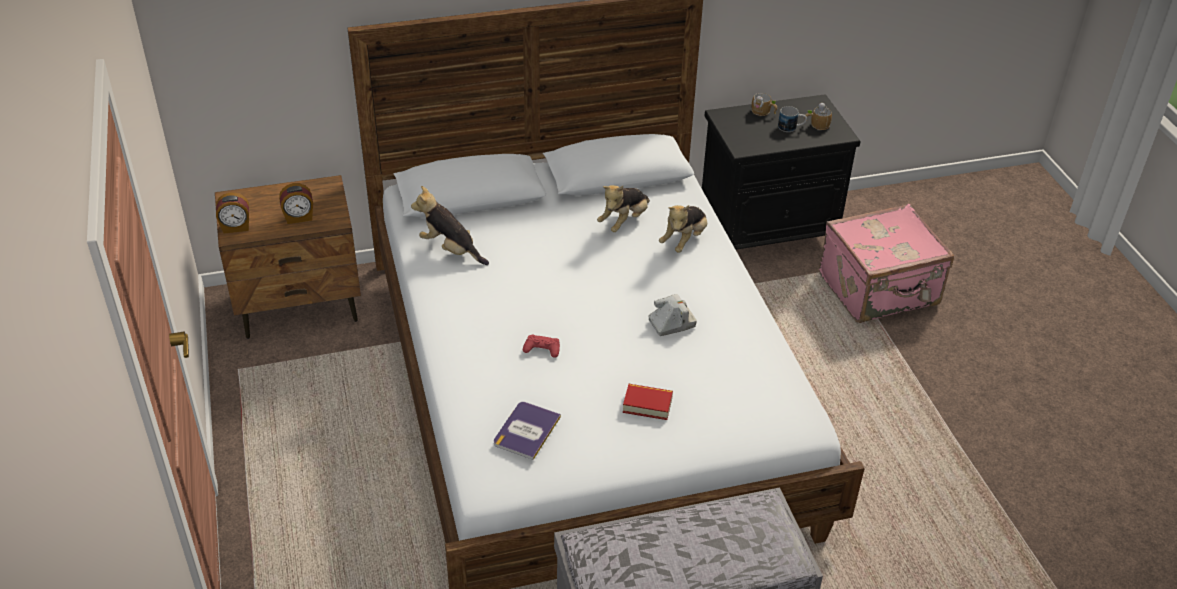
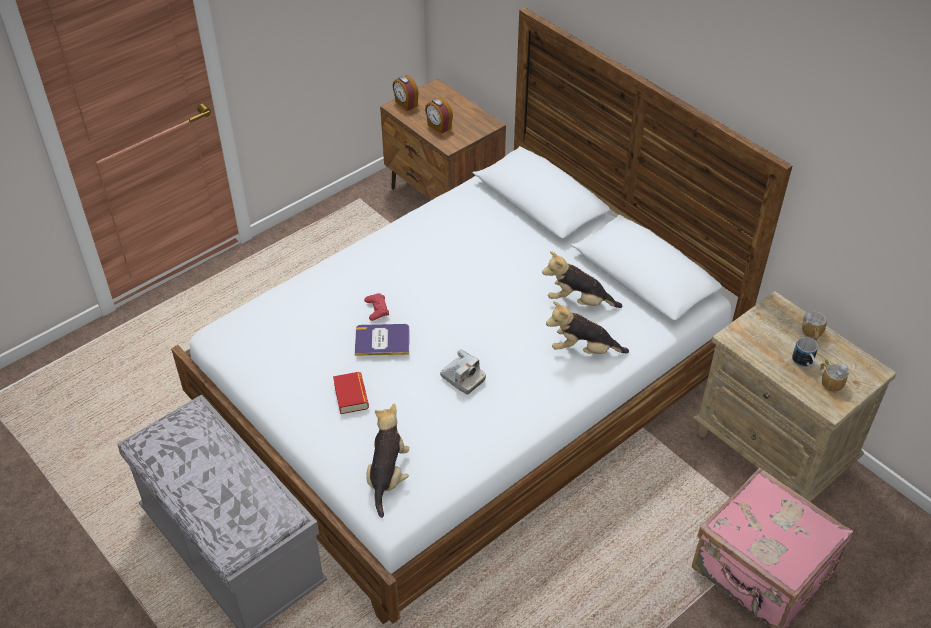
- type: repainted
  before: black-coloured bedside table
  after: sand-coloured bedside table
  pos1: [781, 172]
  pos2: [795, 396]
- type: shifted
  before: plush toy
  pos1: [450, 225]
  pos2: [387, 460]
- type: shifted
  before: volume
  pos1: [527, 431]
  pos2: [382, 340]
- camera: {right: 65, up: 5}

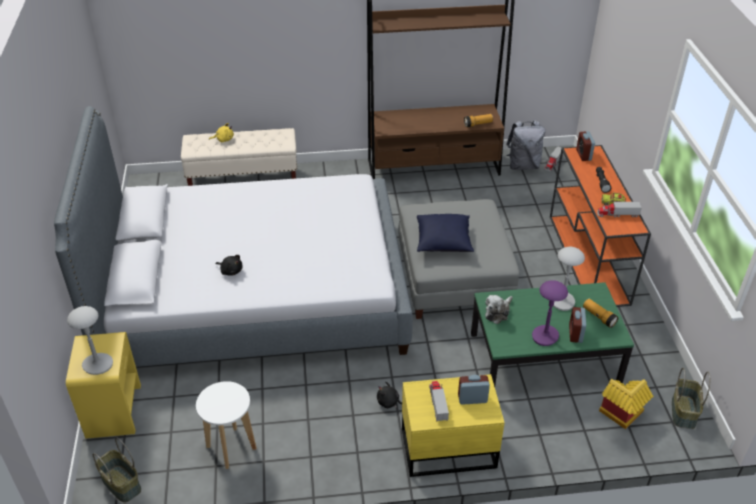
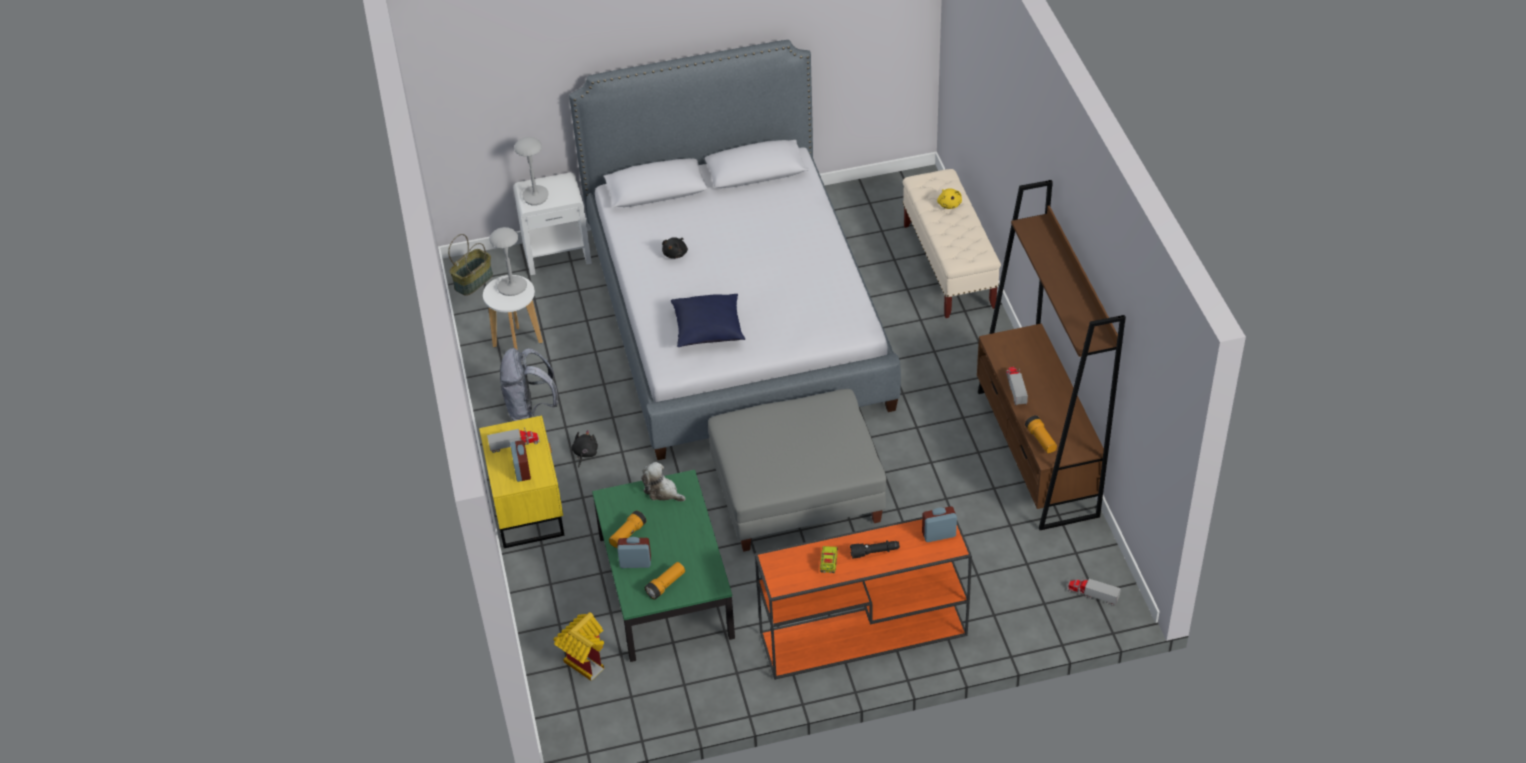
- type: shifted
  before: gray rucksack
  pos1: [525, 145]
  pos2: [529, 384]
- type: shifted
  before: model truck
  pos1: [619, 209]
  pos2: [1017, 386]
- type: shifted
  before: bluish cushion
  pos1: [445, 233]
  pos2: [708, 320]
- type: shifted
  before: gray tabletop lamp
  pos1: [569, 279]
  pos2: [508, 261]
- type: swapped
  before: purple-coloured tabletop lamp
  after: hand torch
  pos1: [550, 313]
  pos2: [628, 529]
- type: repainted
  before: yellowish bedside table
  after: white bedside table
  pos1: [103, 385]
  pos2: [552, 223]
- type: gone
  before: basket
  pos1: [691, 398]
- camera: {right: 85, up: 5}

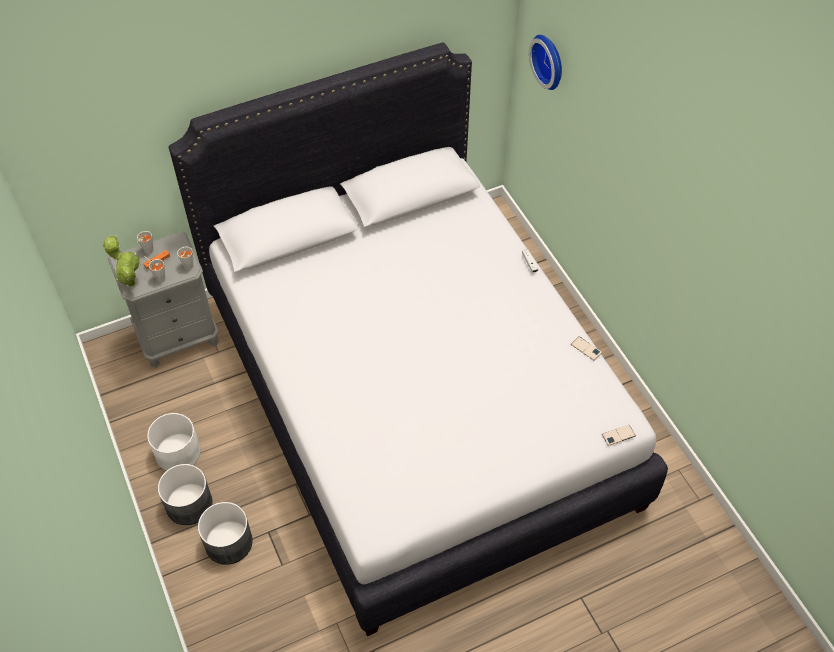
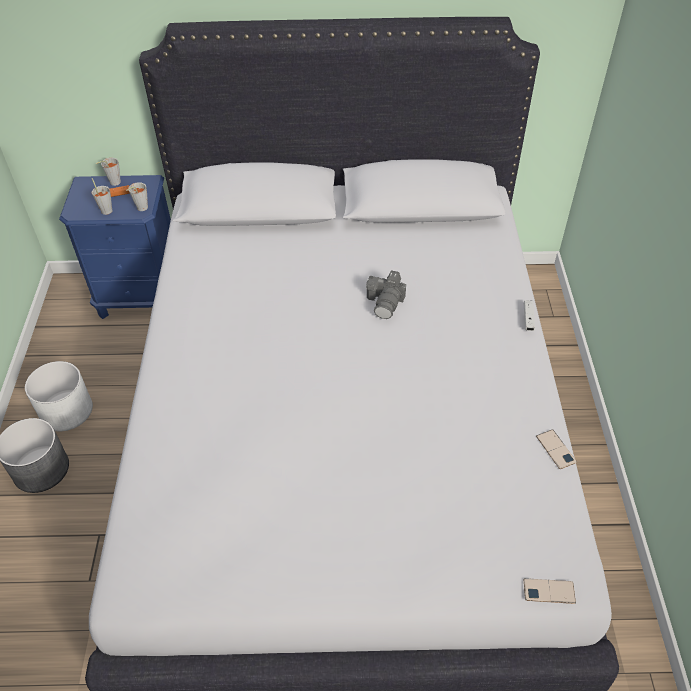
- type: gone
  before: clock on the wall
  pos1: [545, 62]
- type: repainted
  before: gray bedside table
  after: bluish bedside table
  pos1: [163, 300]
  pos2: [115, 247]
- type: gone
  before: potted plant
  pos1: [121, 261]
- type: gone
  before: gray planter
  pos1: [225, 533]
- type: new
  after: photo camera
  pos2: [386, 294]
- camera: {right: 25, up: -5}

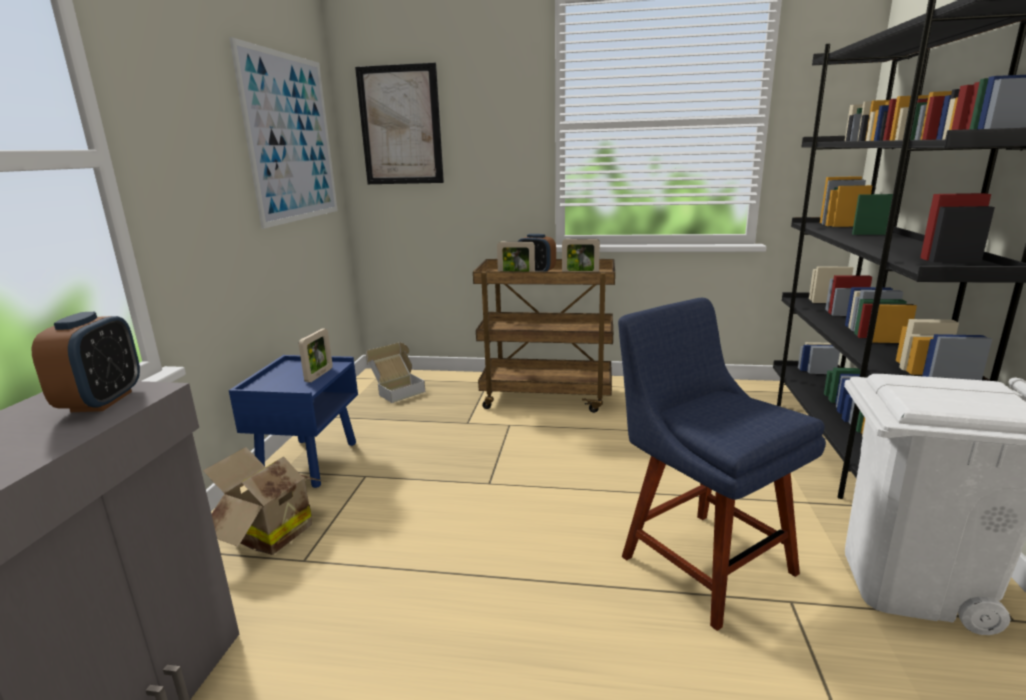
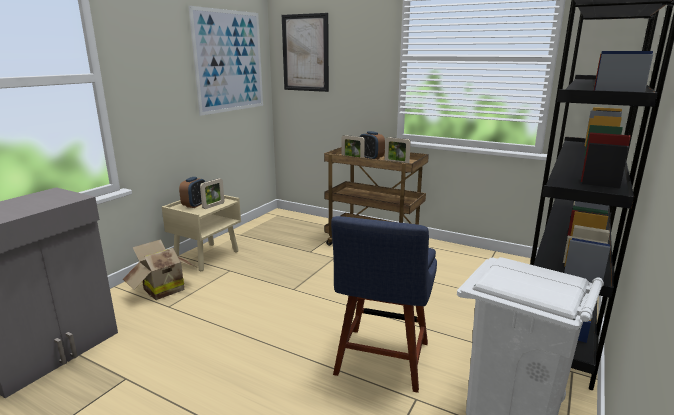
- type: rotated
  before: bluish upright chair
  pos1: [722, 464]
  pos2: [384, 304]
  turn: -150
- type: shifted
  before: alarm clock
  pos1: [86, 362]
  pos2: [192, 192]
- type: gone
  before: carton
  pos1: [395, 372]
- type: repainted
  before: bluish bedside table
  after: sand-coloured bedside table
  pos1: [293, 421]
  pos2: [201, 233]
- camera: {right: 20, up: 0}

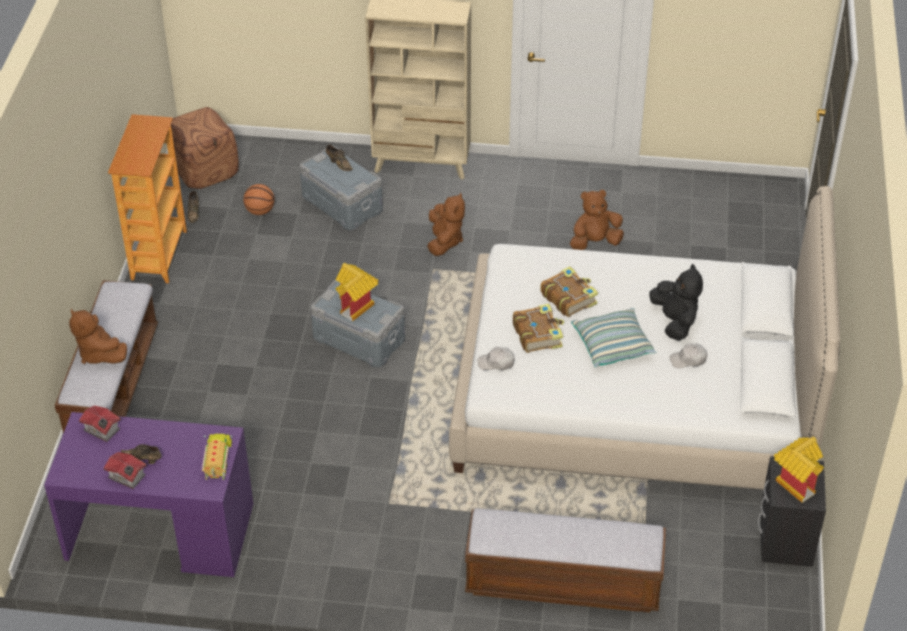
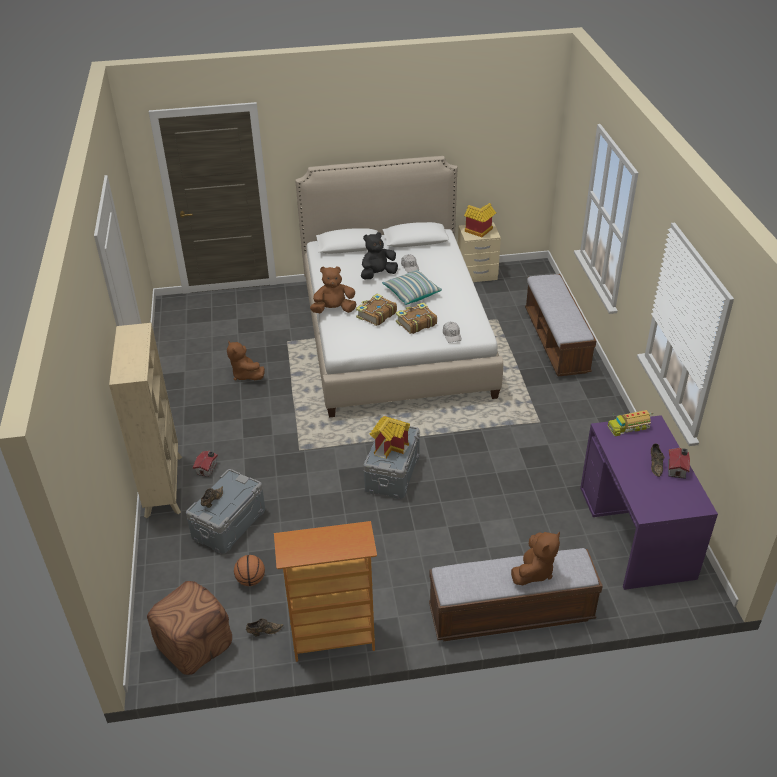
- type: shifted
  before: brown plush toy
  pos1: [446, 224]
  pos2: [333, 289]
- type: shifted
  before: miniature house
  pos1: [100, 423]
  pos2: [205, 463]
- type: repainted
  before: black-coloured bedside table
  after: sand-coloured bedside table
  pos1: [792, 511]
  pos2: [479, 252]
- camera: {right: -105, up: -5}

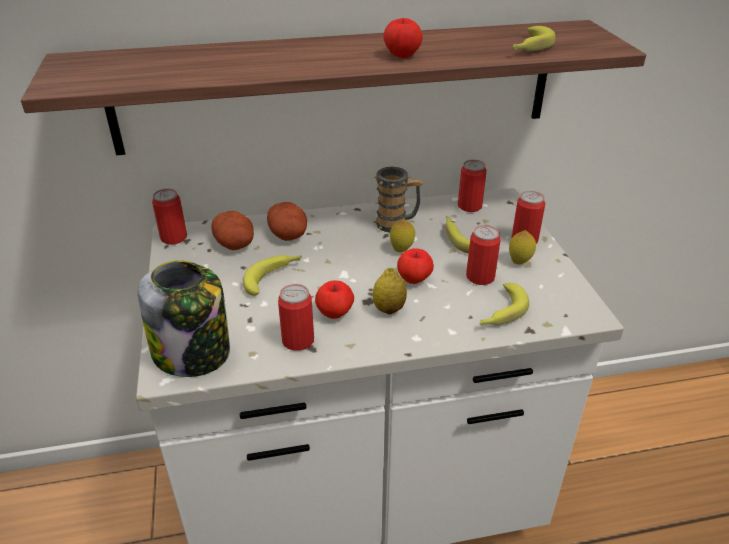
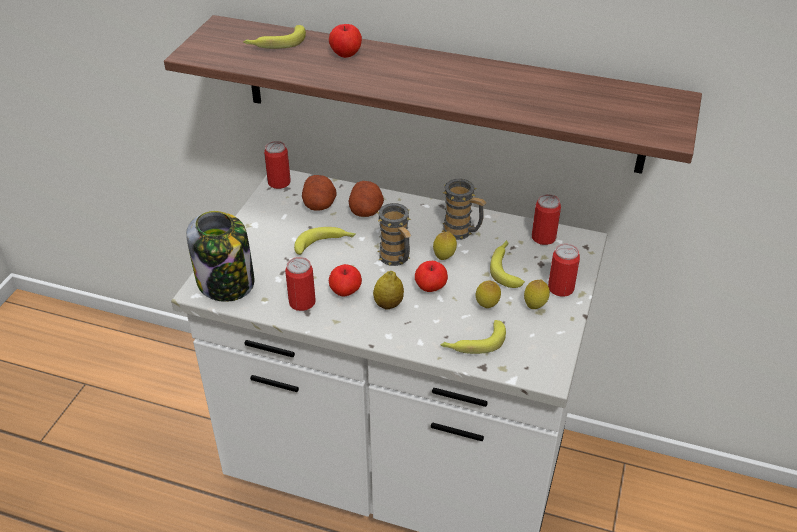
- type: shifted
  before: whole apple
  pos1: [403, 38]
  pos2: [345, 41]
- type: shifted
  before: banana
  pos1: [534, 38]
  pos2: [274, 37]
- type: swapped
  before: sealed can
  after: citrus fruit
  pos1: [483, 255]
  pos2: [488, 294]
- type: new
  after: tea mug
  pos2: [393, 234]
- camera: {right: 30, up: 5}

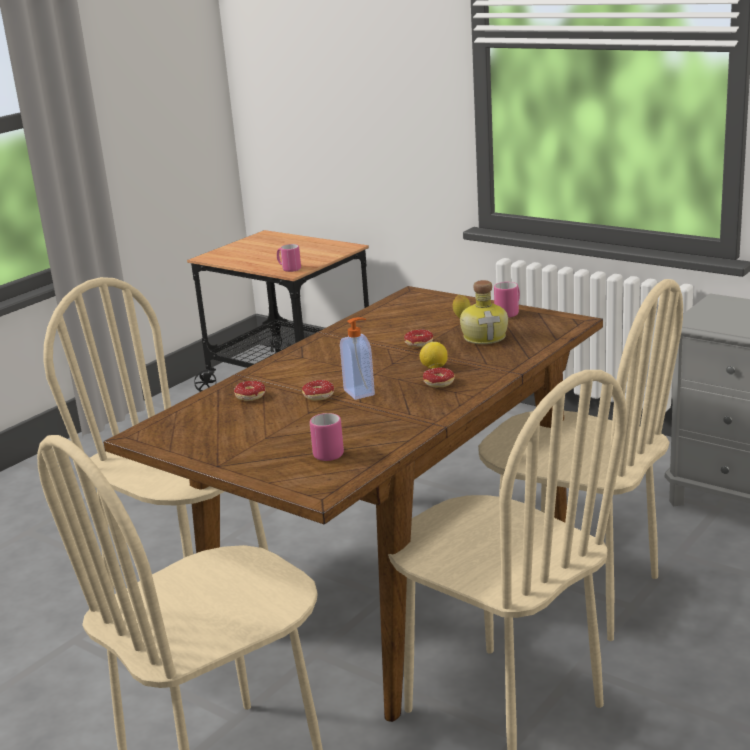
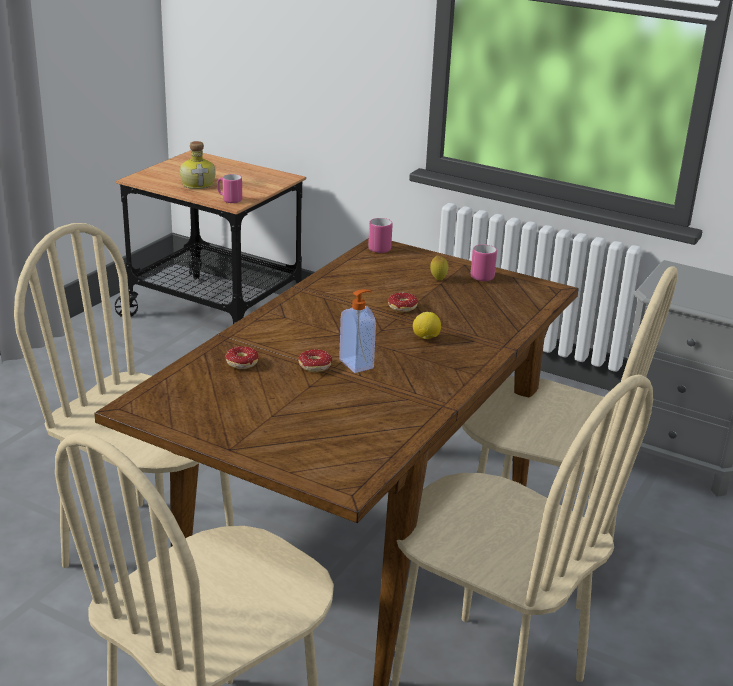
- type: shifted
  before: beverage bottle
  pos1: [484, 312]
  pos2: [198, 165]
- type: gone
  before: doughnut
  pos1: [439, 377]
- type: shifted
  before: pink tea mug
  pos1: [327, 437]
  pos2: [380, 235]
- camera: {right: -10, up: 5}

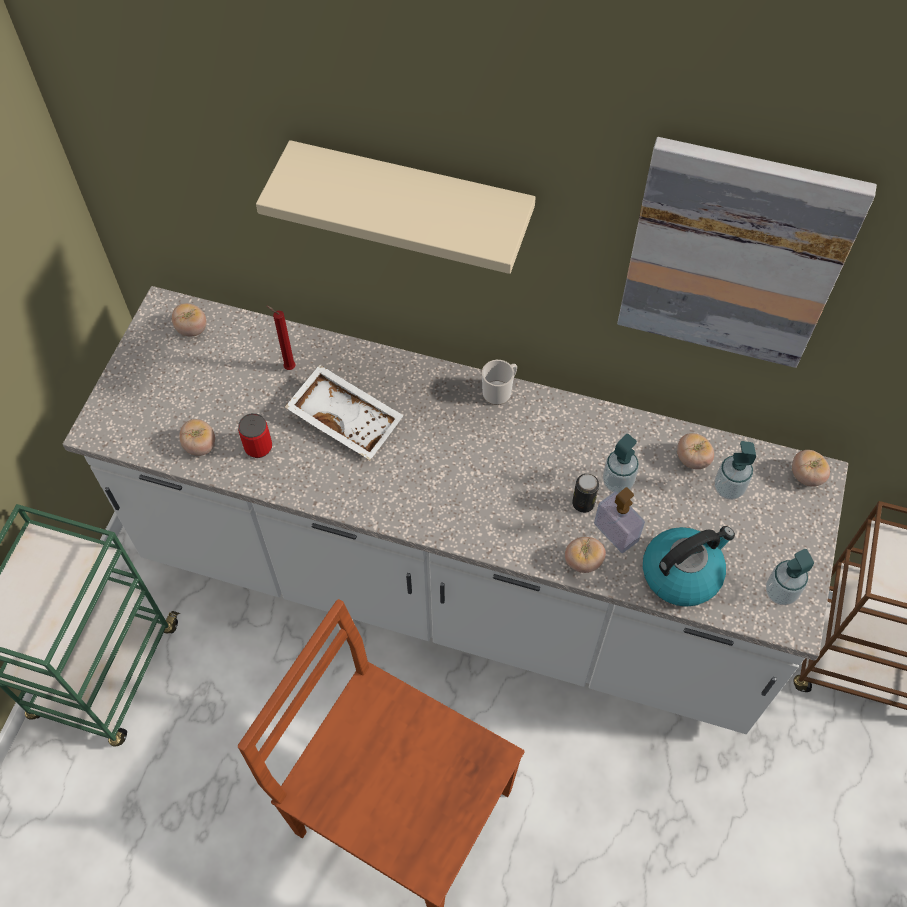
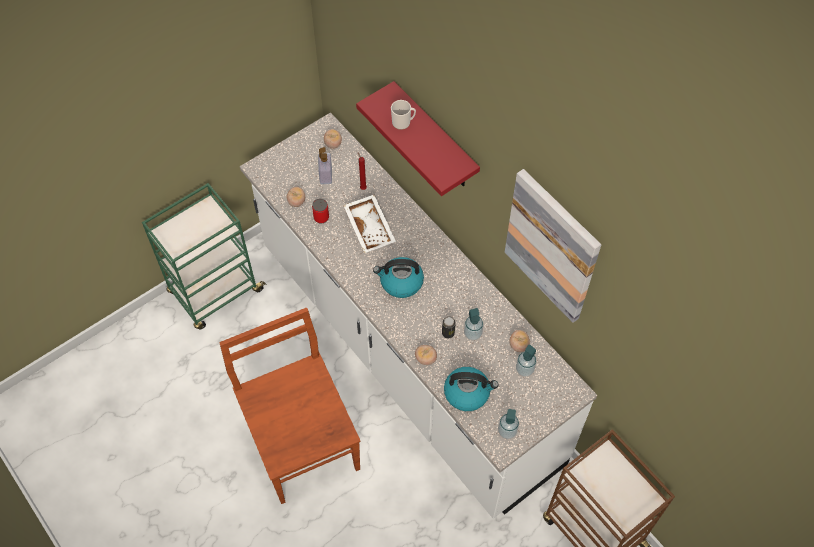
- type: repainted
  before: sand-coloured bracket shelf
  after: red-coloured bracket shelf
  pos1: [396, 207]
  pos2: [418, 138]
- type: shifted
  before: tea mug
  pos1: [499, 382]
  pos2: [403, 115]
- type: gone
  before: fresh tomato
  pos1: [811, 468]
- type: shifted
  before: soap dispenser
  pos1: [619, 520]
  pos2: [325, 165]
- type: new
  after: tea kettle
  pos2: [398, 277]
- camera: {right: 35, up: 0}

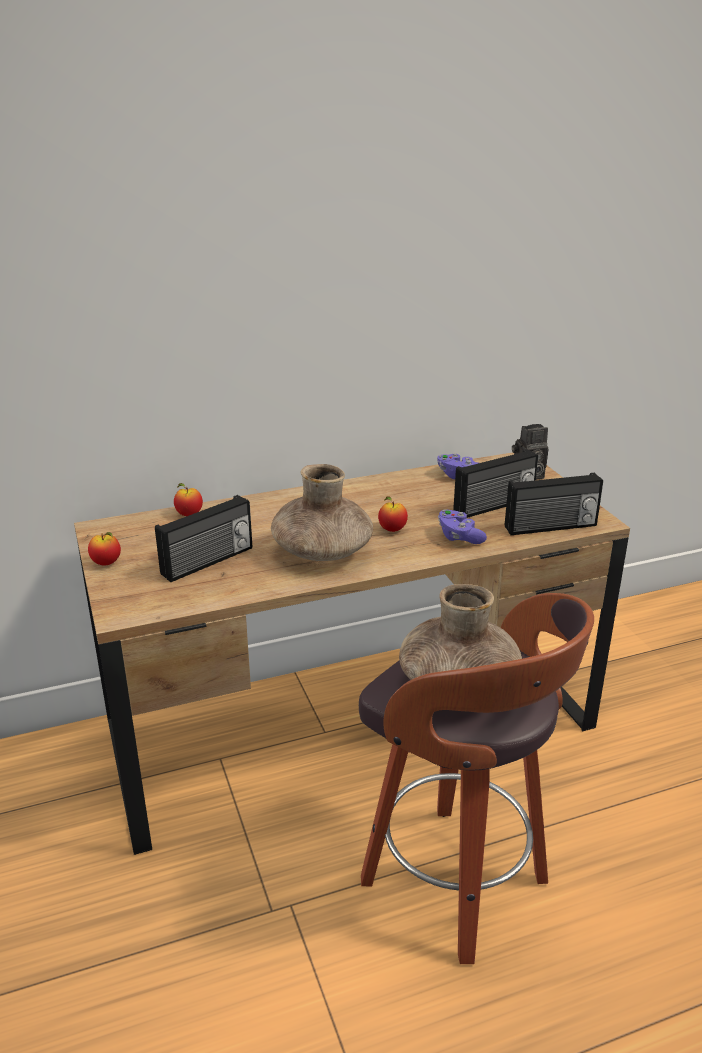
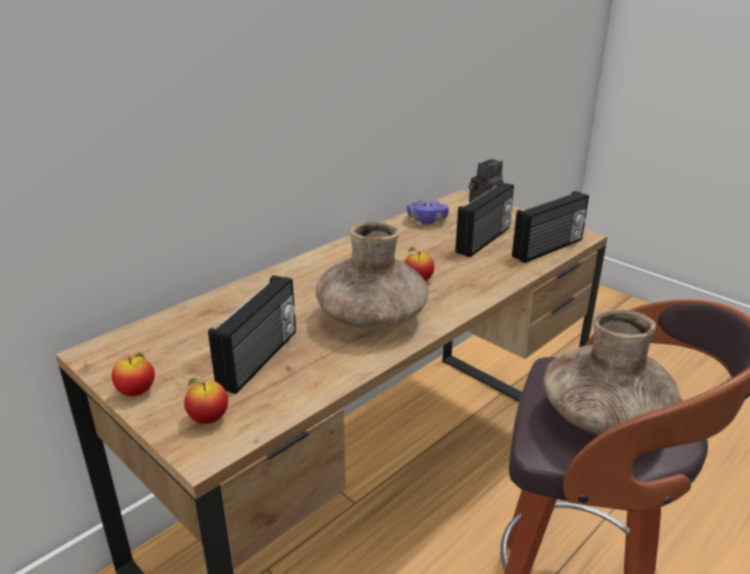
- type: shifted
  before: whole apple
  pos1: [188, 499]
  pos2: [206, 401]
- type: gone
  before: purple-coloured joypad
  pos1: [462, 526]
- camera: {right: -25, up: 0}

